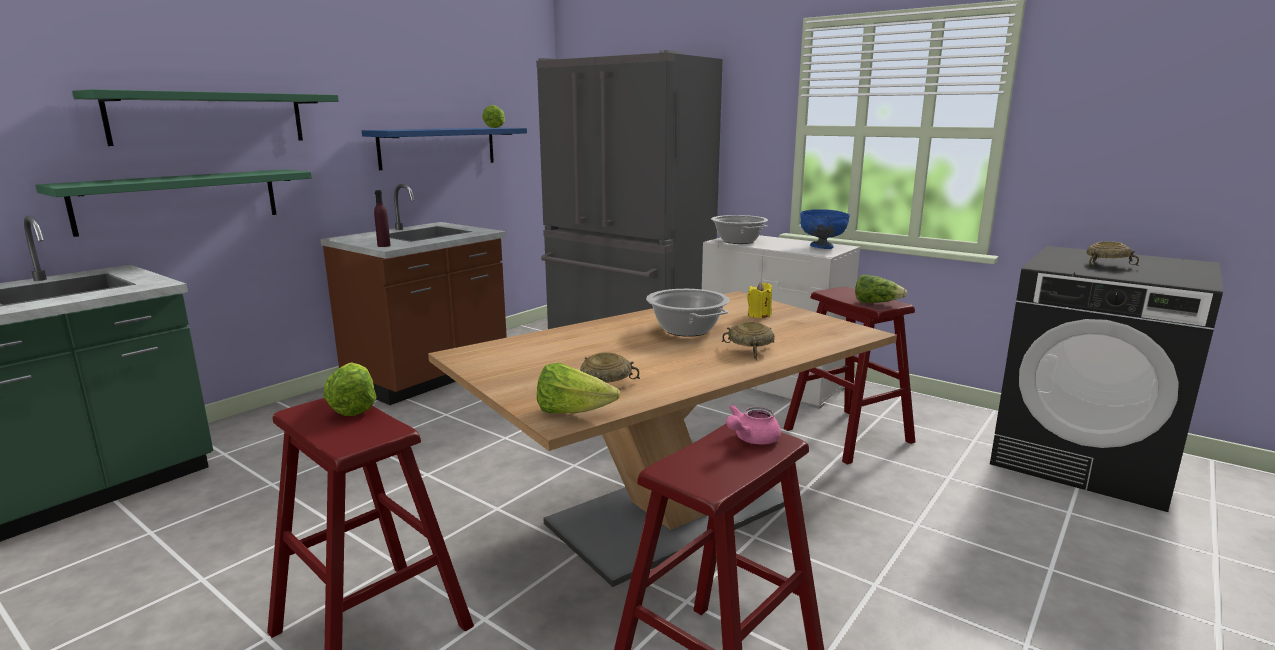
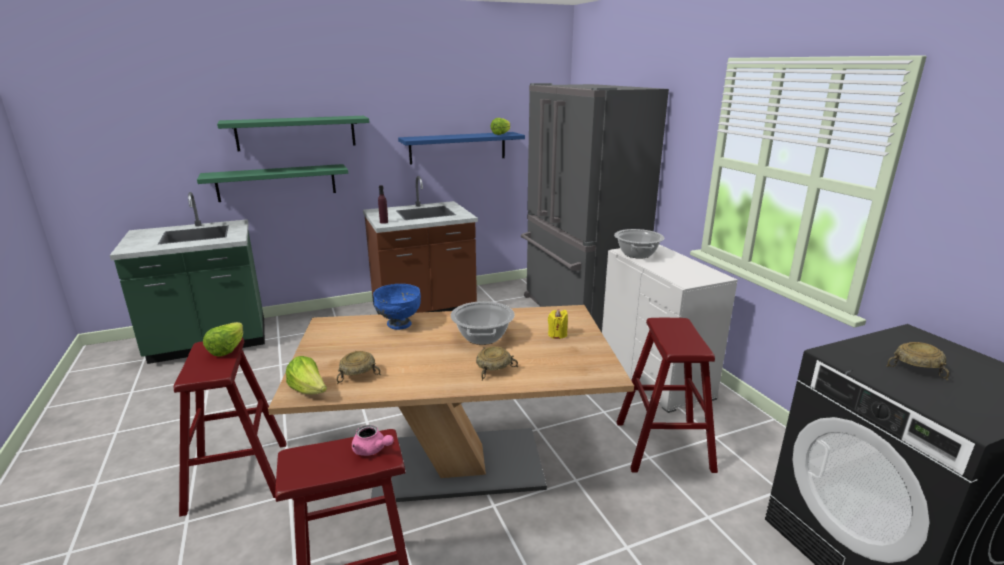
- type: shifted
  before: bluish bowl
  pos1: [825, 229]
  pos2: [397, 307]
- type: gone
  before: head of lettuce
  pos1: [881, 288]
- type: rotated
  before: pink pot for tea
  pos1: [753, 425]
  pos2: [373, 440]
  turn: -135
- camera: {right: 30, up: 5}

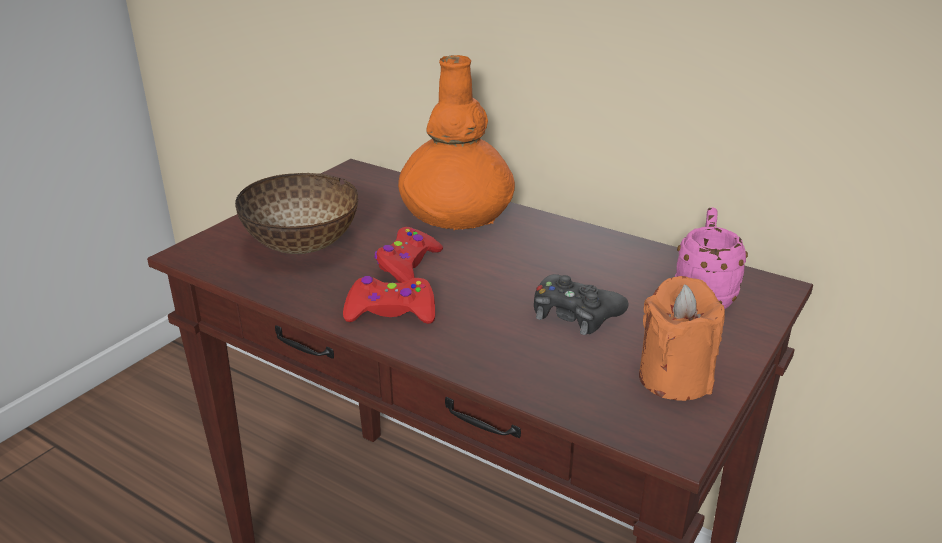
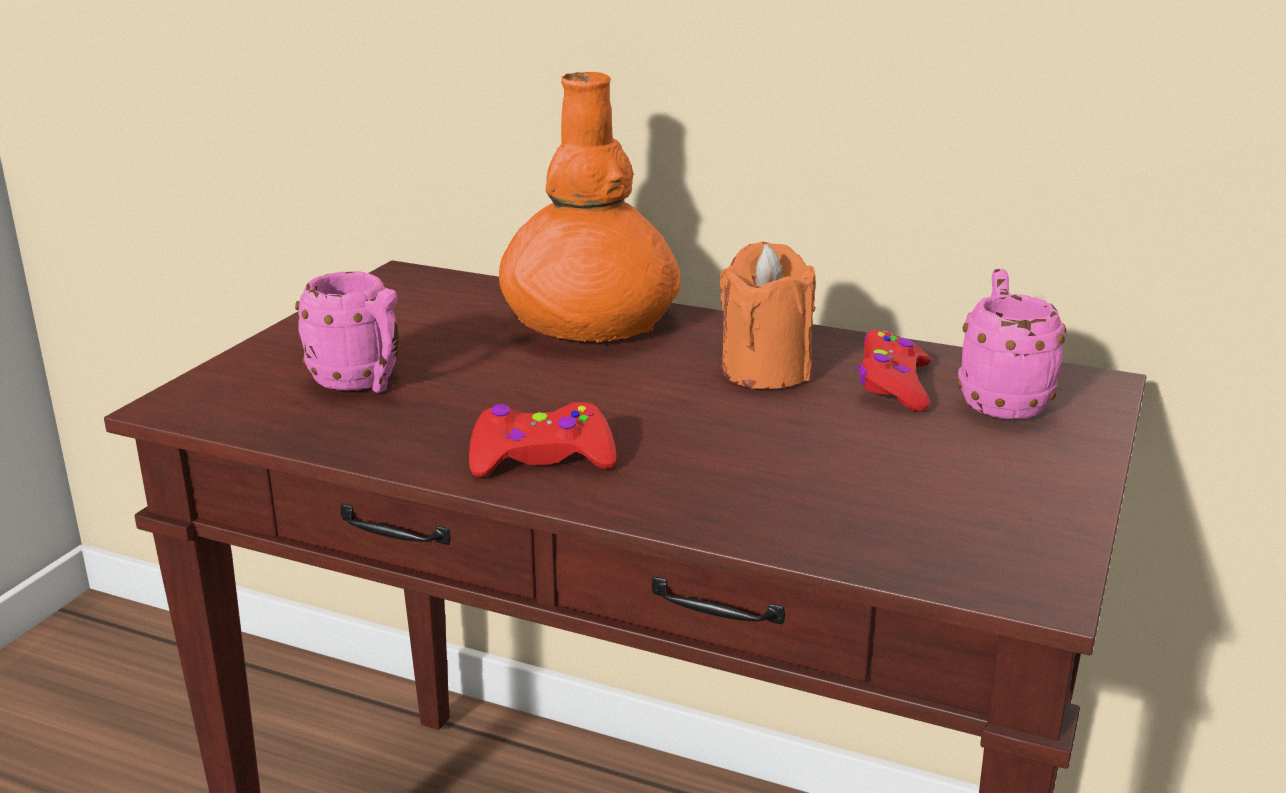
- type: swapped
  before: bowl
  after: pink tea mug
  pos1: [296, 213]
  pos2: [347, 332]
- type: shifted
  before: red-coloured joypad
  pos1: [408, 255]
  pos2: [894, 371]
- type: gone
  before: black-coloured joypad
  pos1: [581, 304]
- type: shifted
  before: orangey wax light
  pos1: [682, 338]
  pos2: [768, 315]
- camera: {right: -10, up: -5}

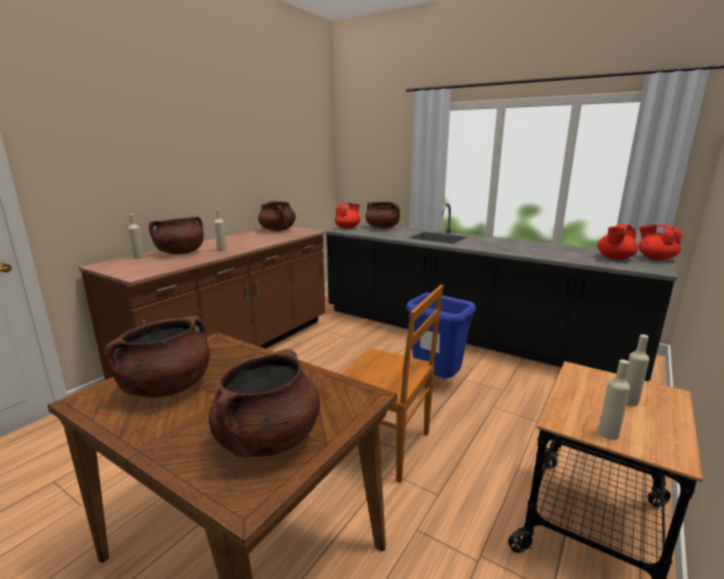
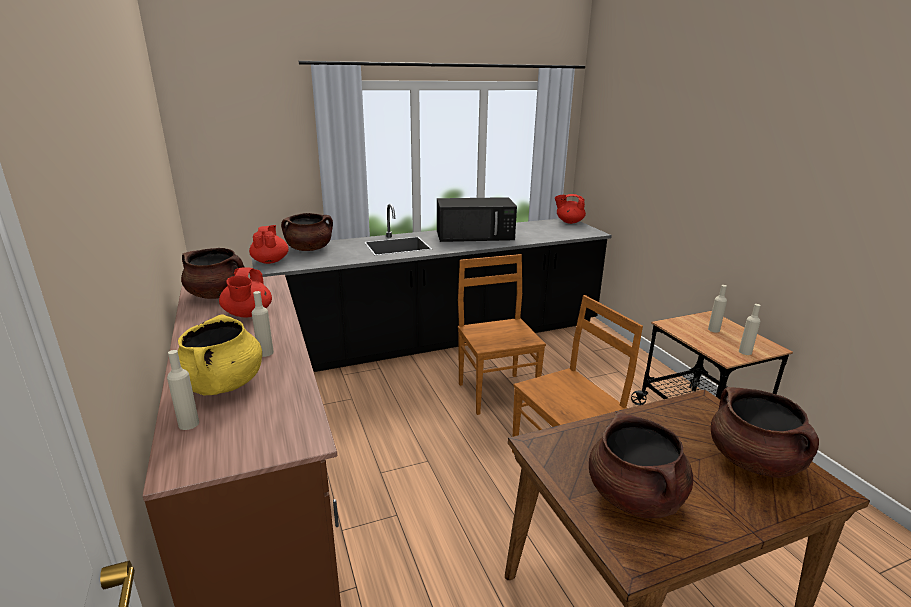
- type: repainted
  before: brown stockpot
  after: yellowish stockpot
  pos1: [176, 235]
  pos2: [220, 354]
- type: shifted
  before: red-coloured pot for tea
  pos1: [617, 242]
  pos2: [245, 292]
- type: swapped
  before: bluish rubbish bin
  after: brown upright chair
  pos1: [441, 335]
  pos2: [502, 334]
- type: new
  after: black-coloured microwave
  pos2: [477, 219]
- camera: {right: -55, up: 5}

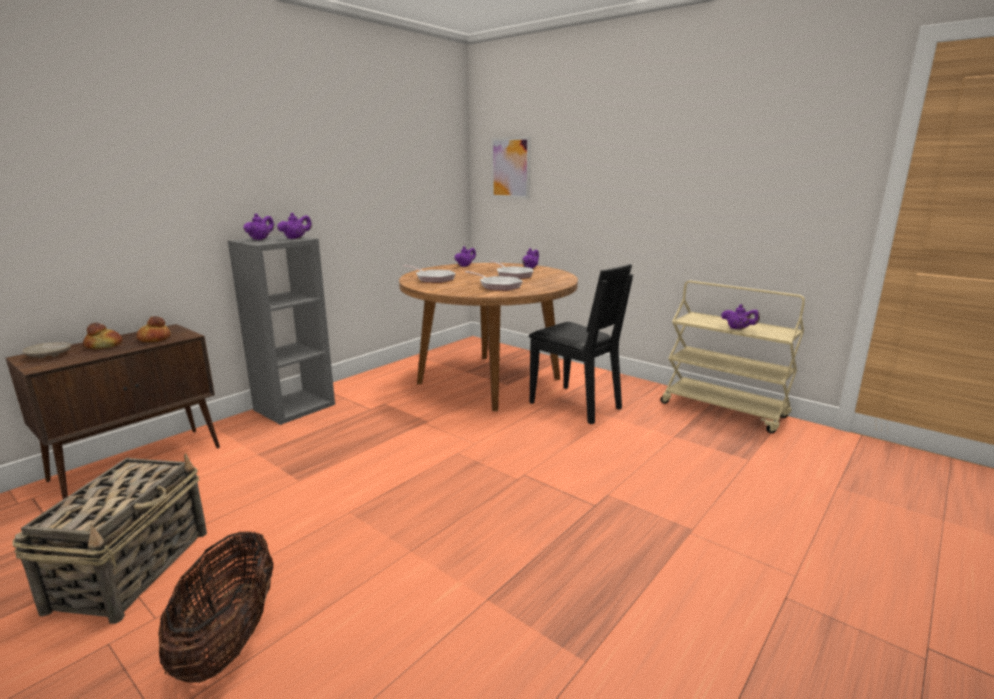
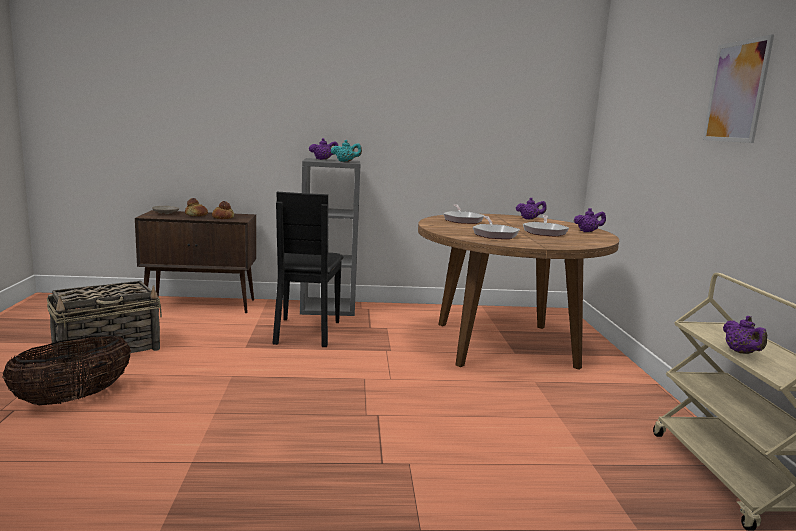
- type: shifted
  before: wall picture
  pos1: [511, 167]
  pos2: [738, 88]
- type: repainted
  before: purple-coloured pot for tea
  after: blue-green pot for tea
  pos1: [294, 226]
  pos2: [346, 151]
- type: shifted
  before: black-coloured upright chair
  pos1: [581, 344]
  pos2: [308, 269]
- camera: {right: 45, up: -5}

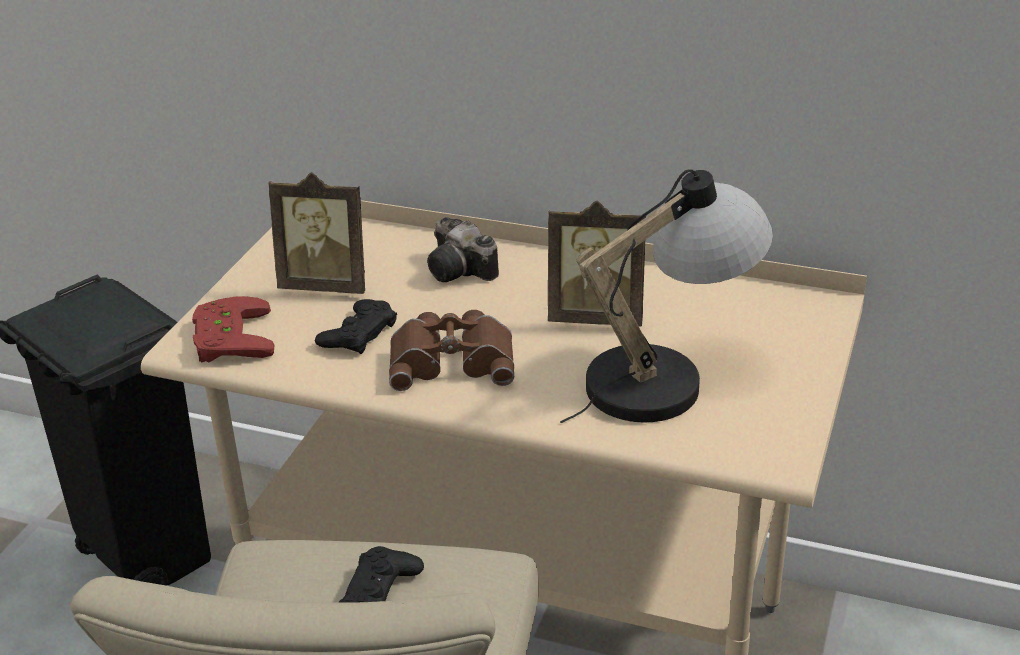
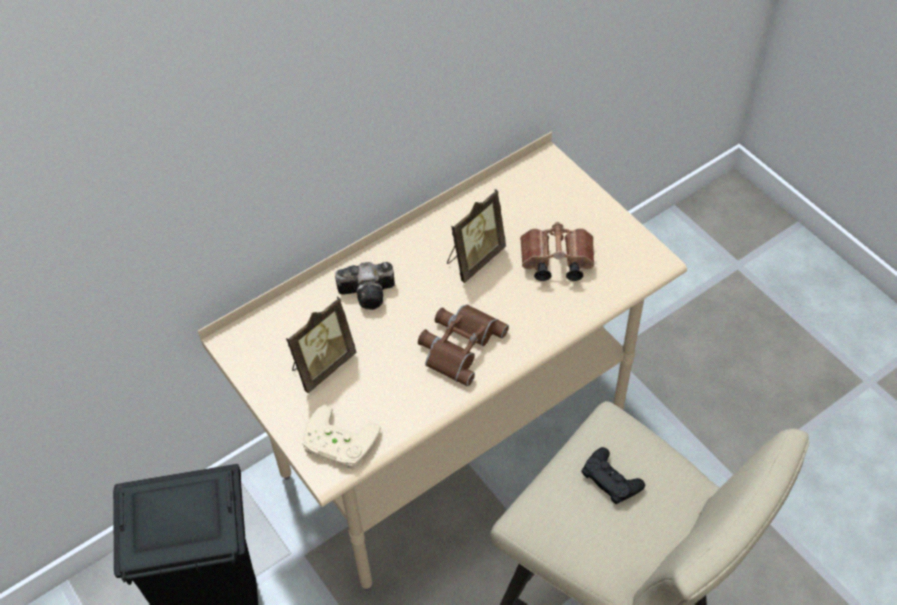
- type: swapped
  before: tabletop lamp
  after: brown pair of binoculars
  pos1: [666, 296]
  pos2: [557, 251]
- type: repainted
  before: red-coloured joypad
  after: sand-coloured joypad
  pos1: [233, 329]
  pos2: [342, 437]
- type: gone
  before: black-coloured joypad
  pos1: [356, 326]
- camera: {right: -55, up: 20}

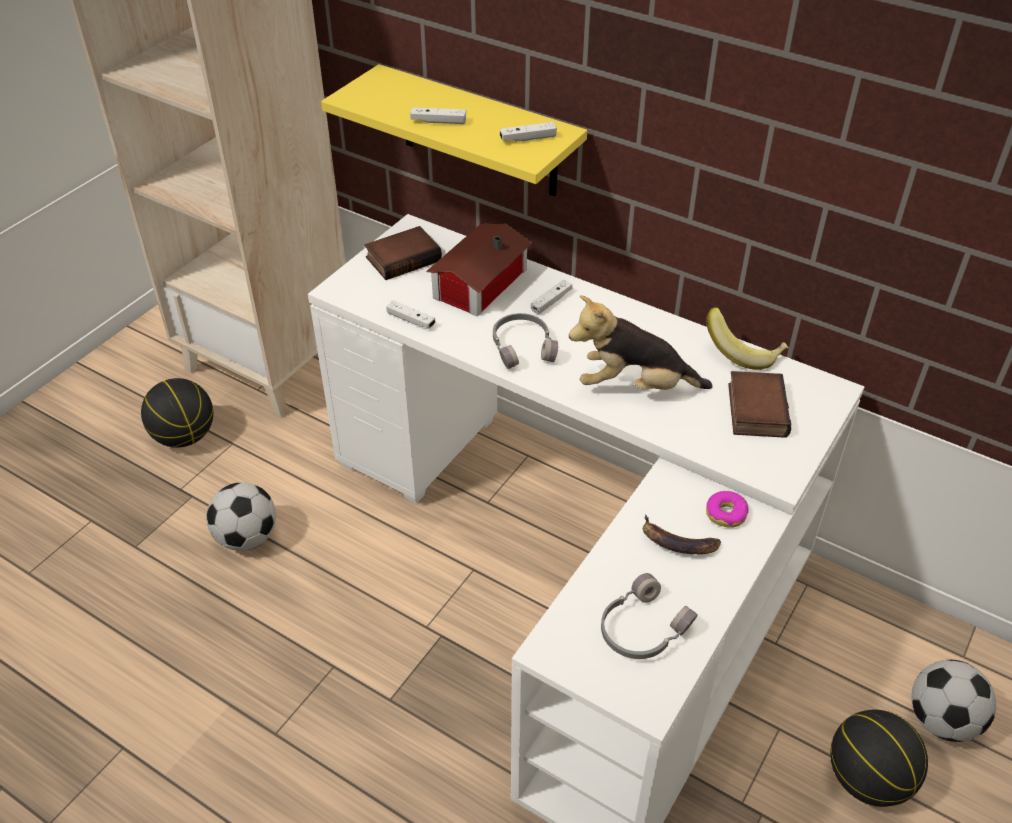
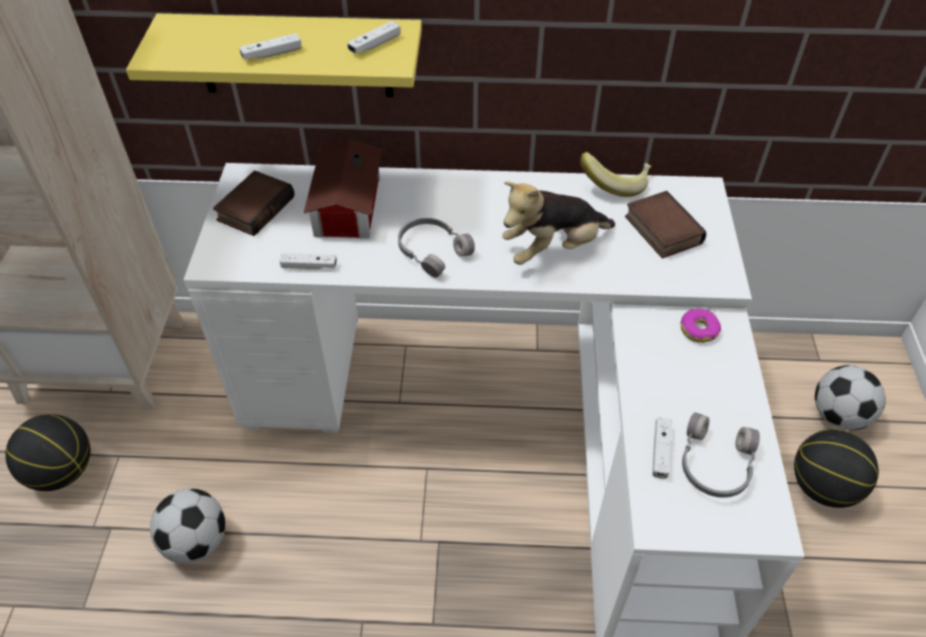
- type: shifted
  before: white joypad
  pos1: [551, 297]
  pos2: [662, 448]
- type: gone
  before: banana
  pos1: [682, 534]
- camera: {right: -30, up: 5}

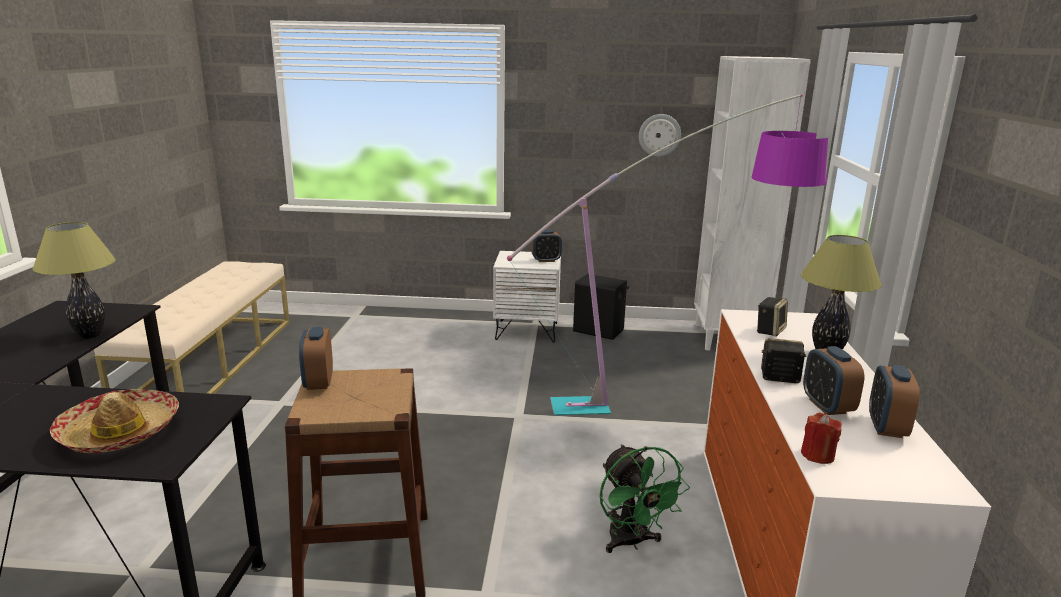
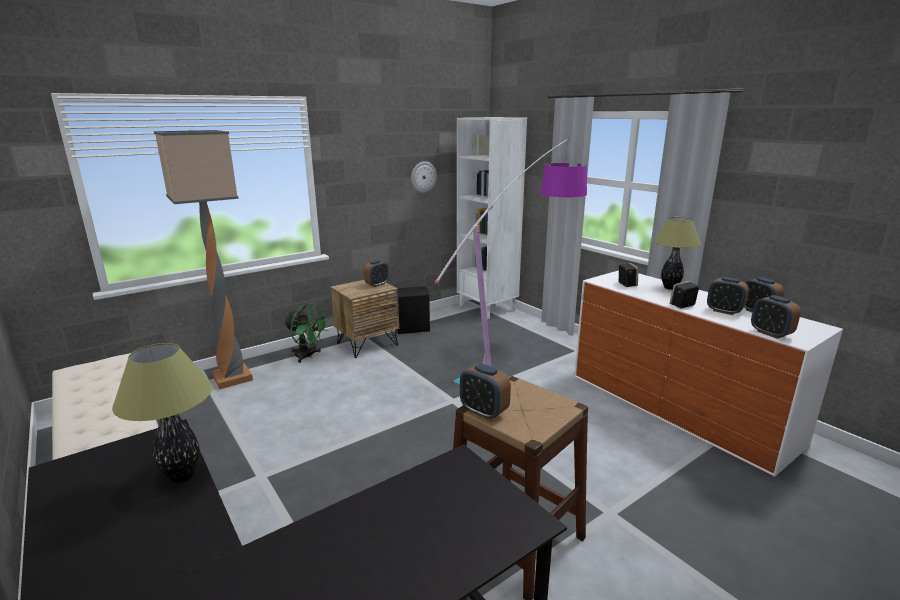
- type: repainted
  before: white bedside table
  after: brown bedside table
  pos1: [527, 297]
  pos2: [364, 319]
- type: gone
  before: clothing hat
  pos1: [114, 421]
- type: swapped
  before: red-coloured wax light
  after: alarm clock
  pos1: [821, 438]
  pos2: [776, 317]
- type: shifted
  before: green fan
  pos1: [645, 498]
  pos2: [307, 333]
- type: new
  after: floor lamp
  pos2: [203, 259]
- camera: {right: -40, up: 0}

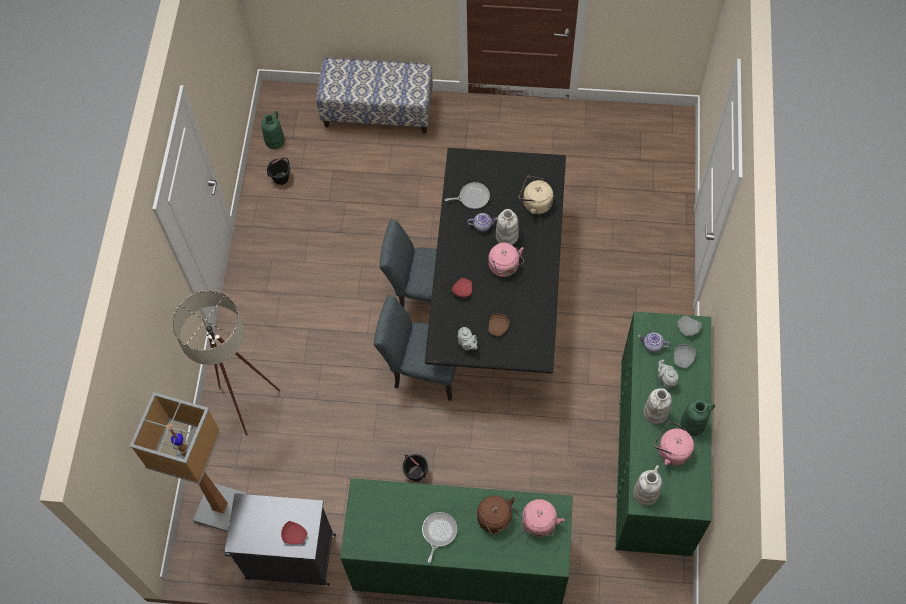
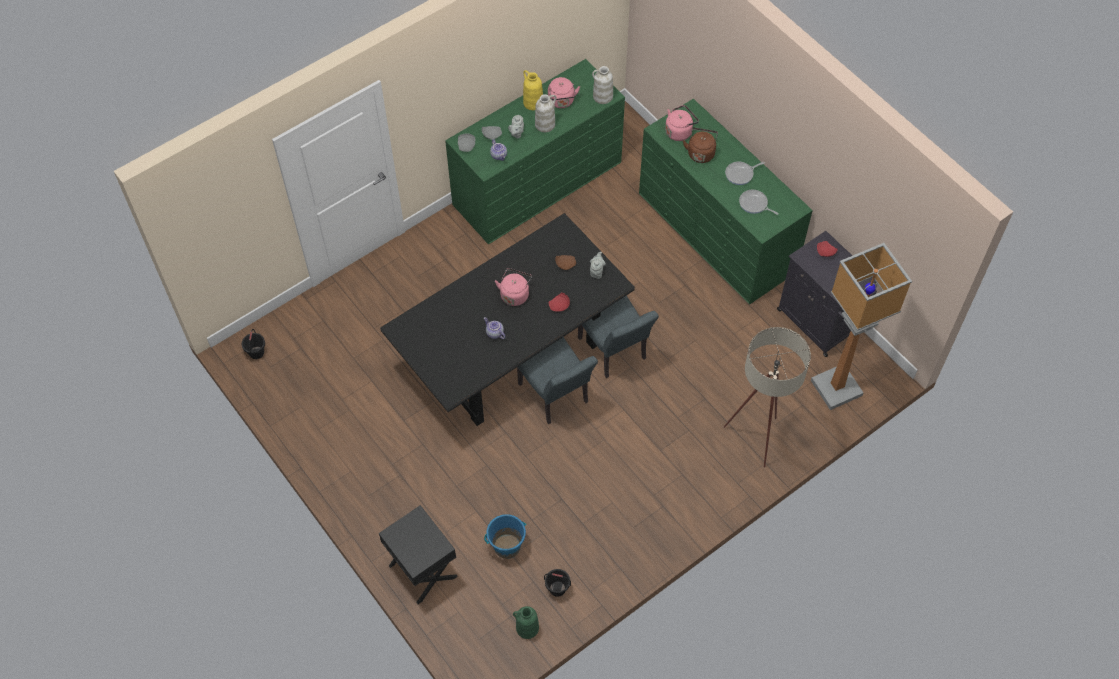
- type: swapped
  before: indoor bench
  after: black-coloured bedside table
  pos1: [374, 95]
  pos2: [418, 554]
- type: gone
  before: sand-coloured tea kettle
  pos1: [536, 195]
- type: shifted
  before: frying pan
  pos1: [467, 195]
  pos2: [759, 202]
- type: gone
  before: white decorative vase
  pos1: [507, 227]
- type: repainted
  before: green decorative vase
  after: yellowish decorative vase
  pos1: [697, 418]
  pos2: [533, 90]
- type: shifted
  before: black-coloured pail
  pos1: [415, 467]
  pos2: [253, 344]
- type: new
  after: bluish pail
  pos2: [505, 536]
- camera: {right: -135, up: -5}

